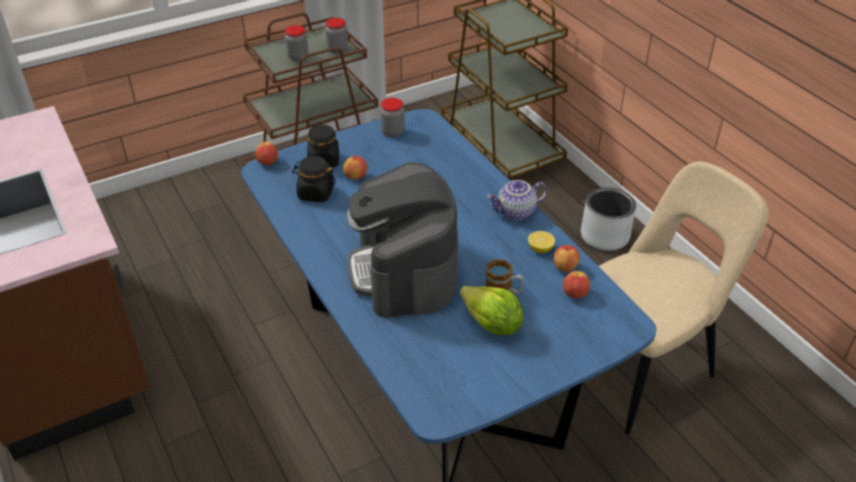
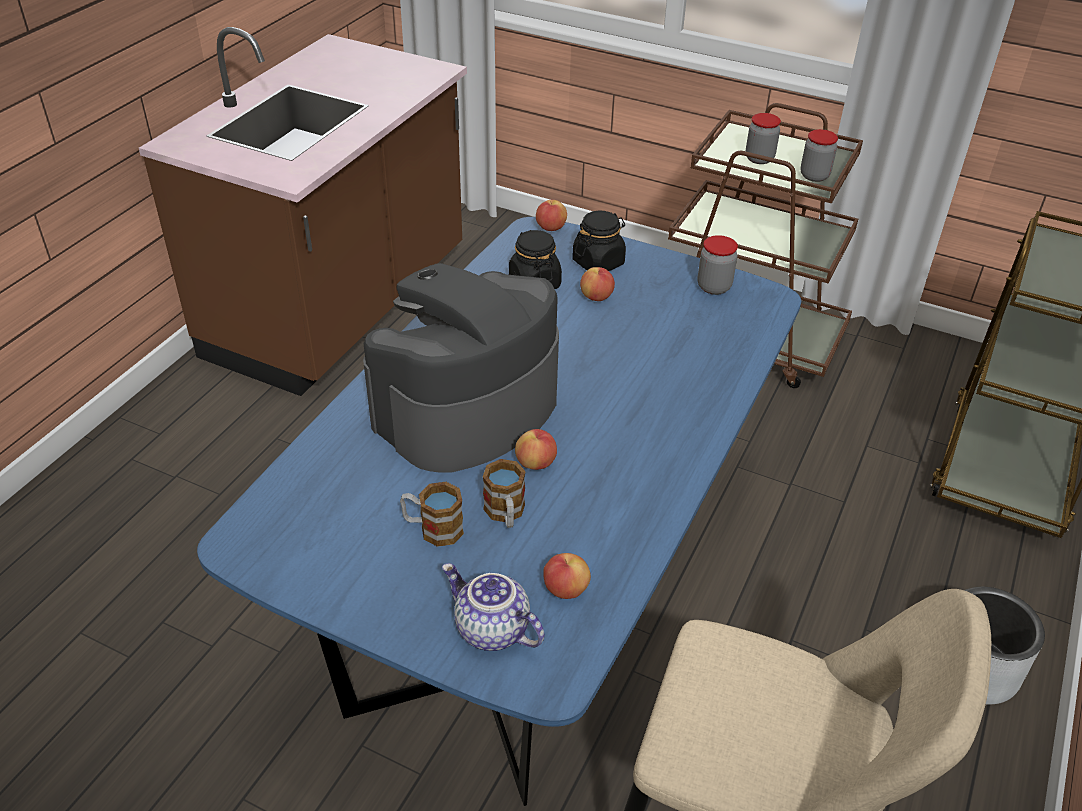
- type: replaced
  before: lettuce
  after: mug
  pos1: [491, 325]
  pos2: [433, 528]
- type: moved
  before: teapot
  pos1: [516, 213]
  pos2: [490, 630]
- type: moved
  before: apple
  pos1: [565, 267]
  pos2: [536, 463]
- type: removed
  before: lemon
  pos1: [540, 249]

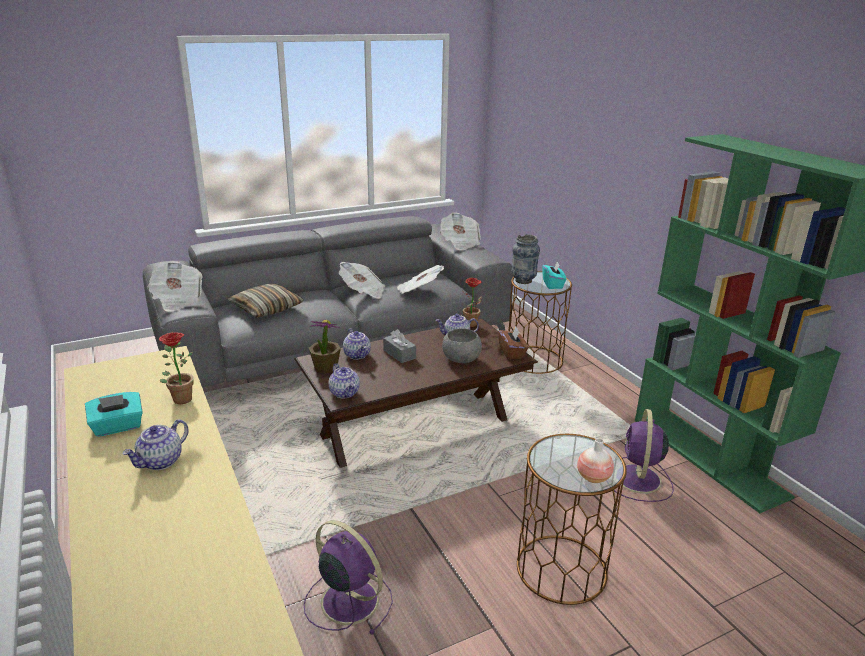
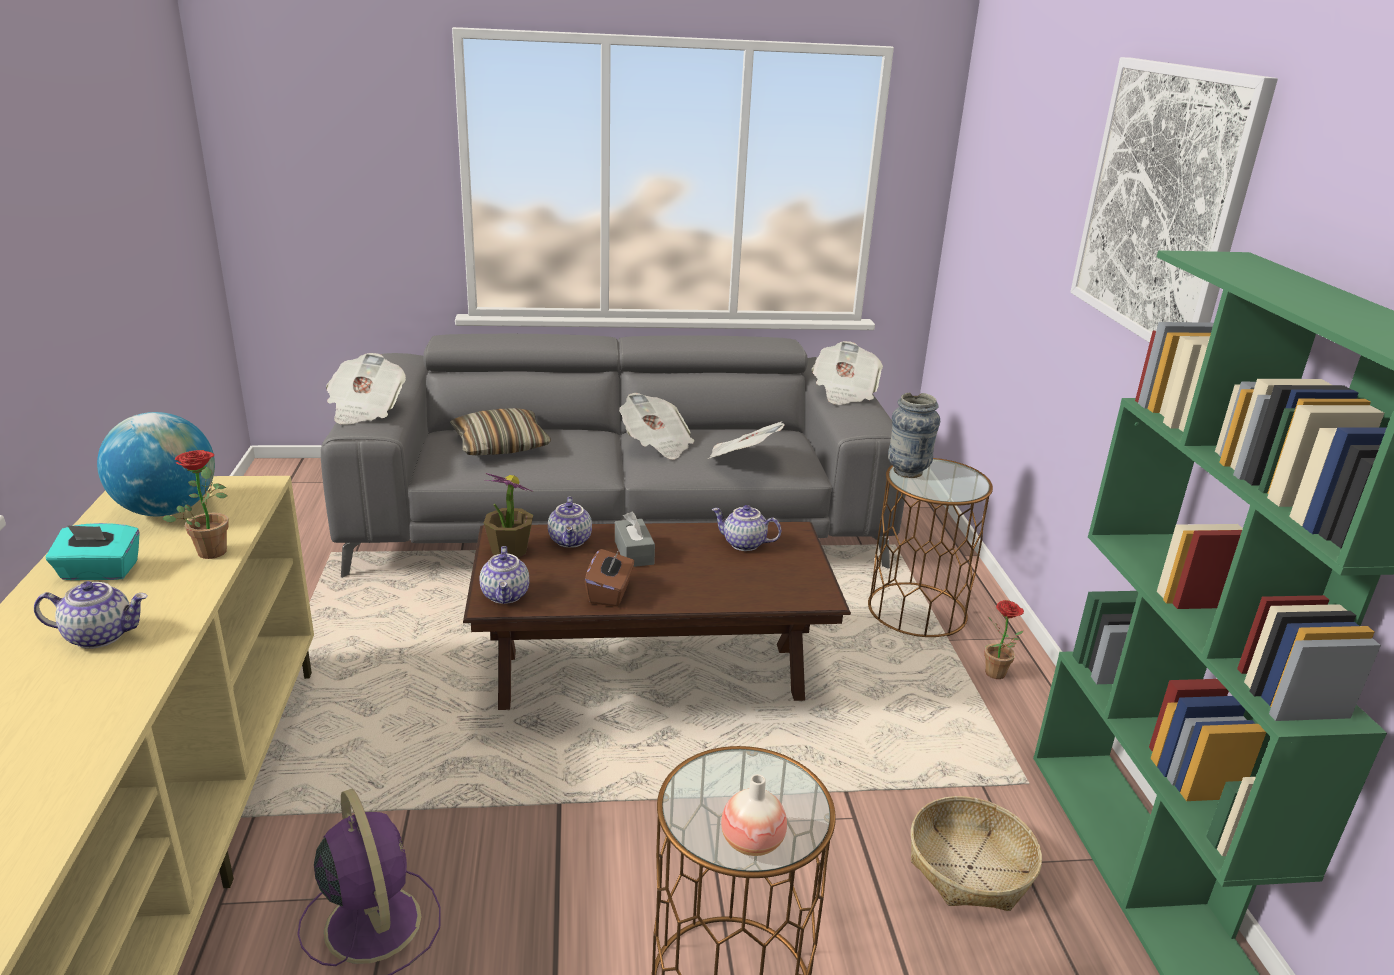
- type: turned
  before: teapot
  pos1: [161, 461]
  pos2: [101, 635]
  turn: -150
- type: added
  after: globe
  pos2: [167, 510]
- type: moved
  before: brown tissue box
  pos1: [512, 352]
  pos2: [610, 593]
- type: replaced
  before: purple fan
  after: basket
  pos1: [638, 480]
  pos2: [970, 868]
- type: moved
  before: potted plant
  pos1: [472, 325]
  pos2: [997, 676]
- type: added
  after: picture
  pos2: [1162, 203]
- type: removed
  before: grey bowl
  pos1: [461, 359]
- type: removed
  before: turquoise tissue box
  pos1: [553, 284]

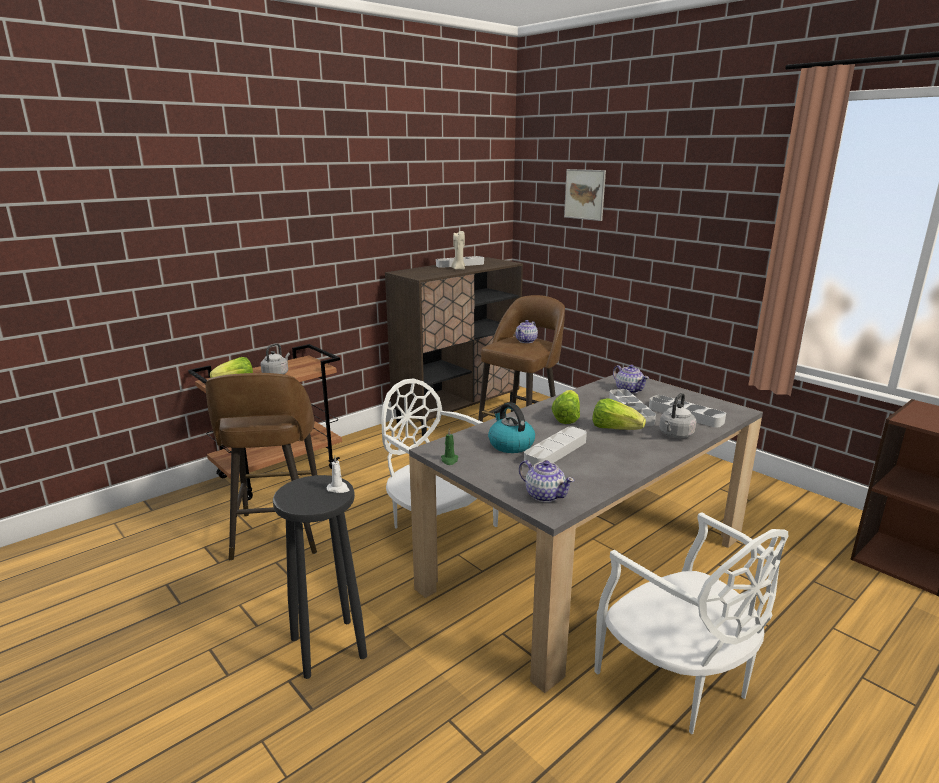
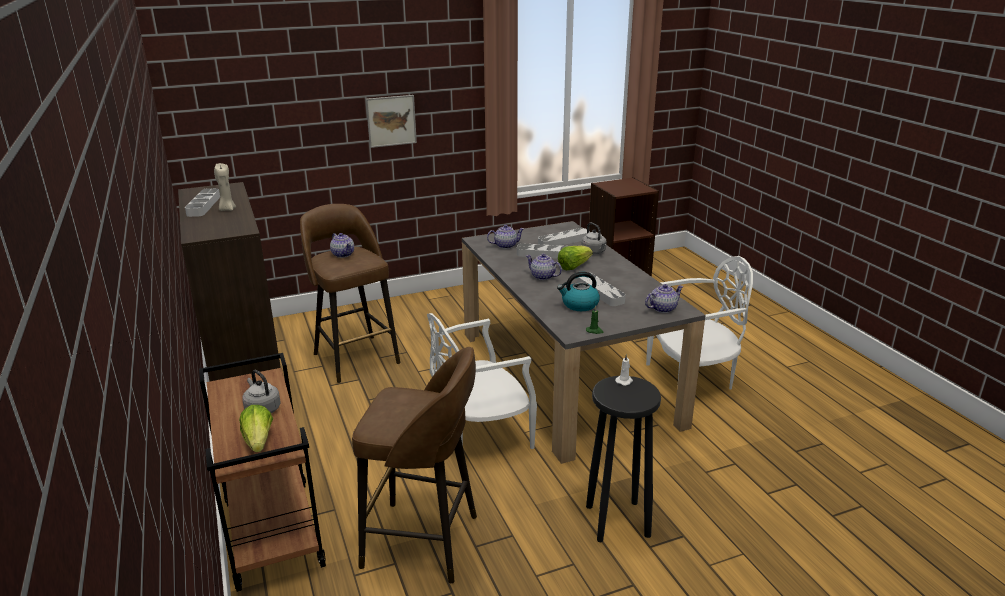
- type: moved
  before: picture
  pos1: [584, 194]
  pos2: [391, 121]
- type: replaced
  before: lettuce
  after: teapot
  pos1: [566, 418]
  pos2: [543, 277]

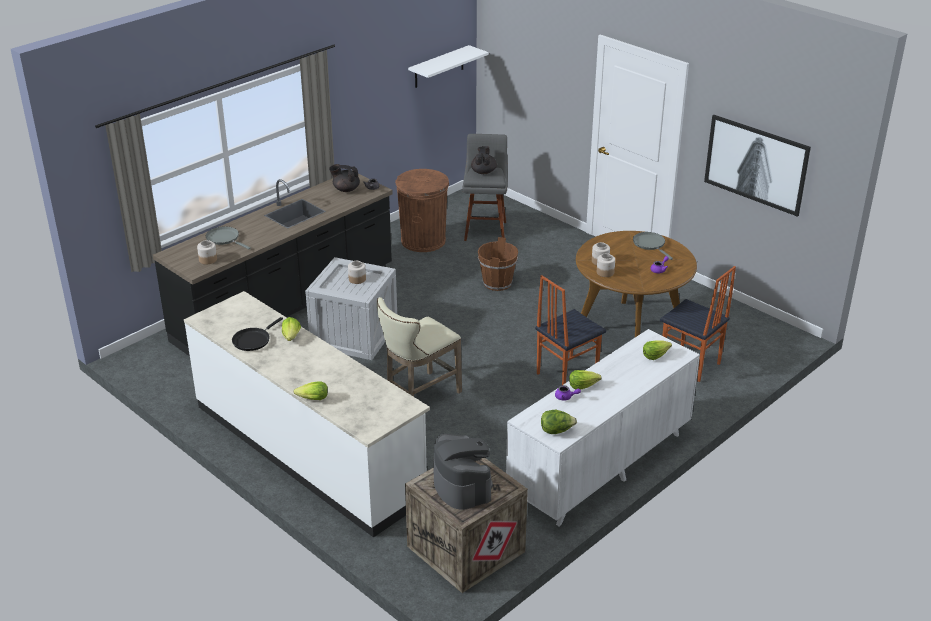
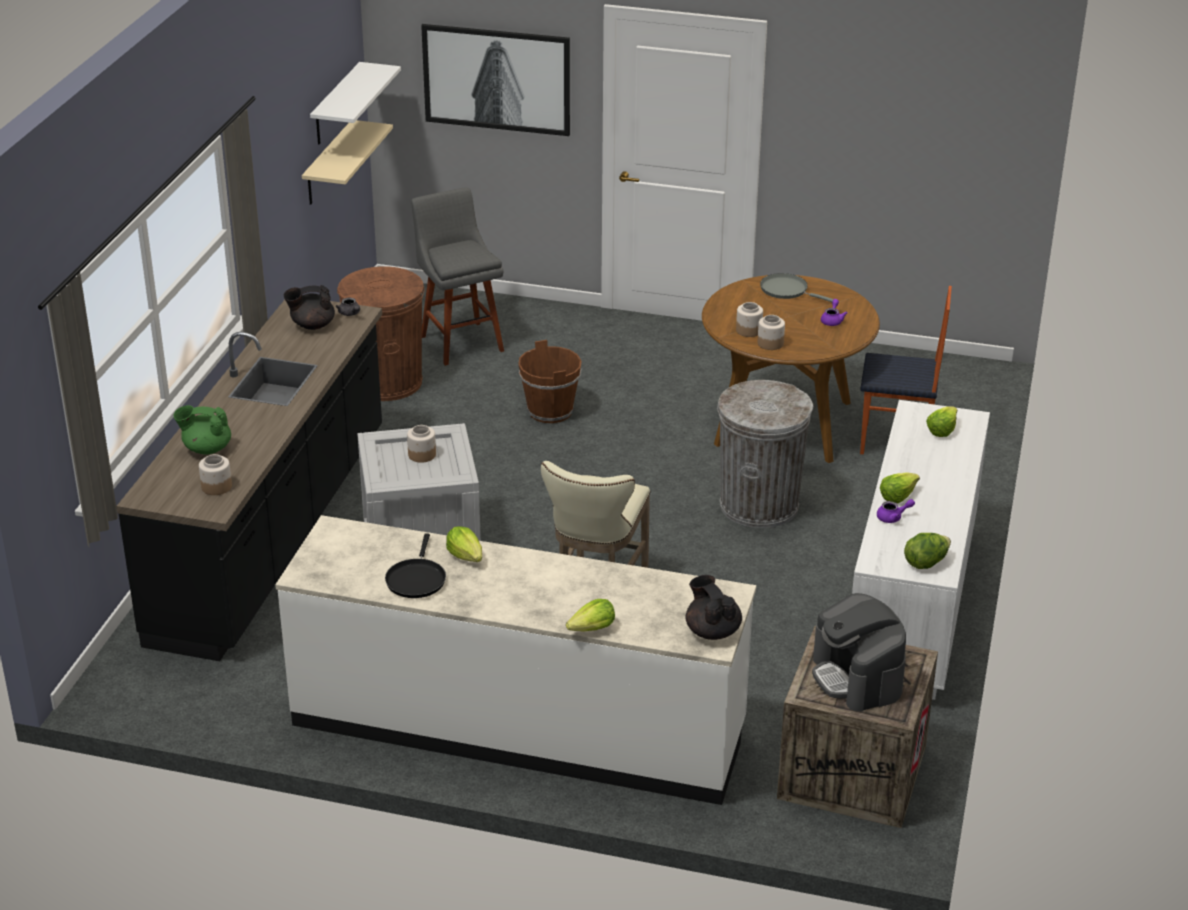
- type: replaced
  before: grey frying pan
  after: green teapot
  pos1: [224, 238]
  pos2: [206, 448]
- type: added
  after: beige shelf
  pos2: [328, 164]
- type: moved
  before: picture
  pos1: [756, 164]
  pos2: [497, 78]
- type: moved
  before: black teapot
  pos1: [483, 172]
  pos2: [712, 631]
- type: replaced
  before: chair
  after: grey trash can
  pos1: [566, 374]
  pos2: [758, 505]
- type: turned
  before: coffee machine
  pos1: [462, 485]
  pos2: [857, 677]
  turn: -150

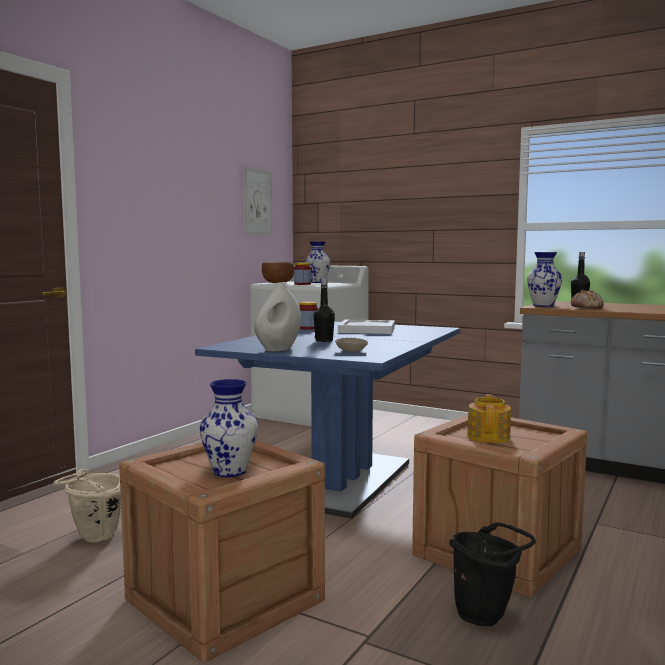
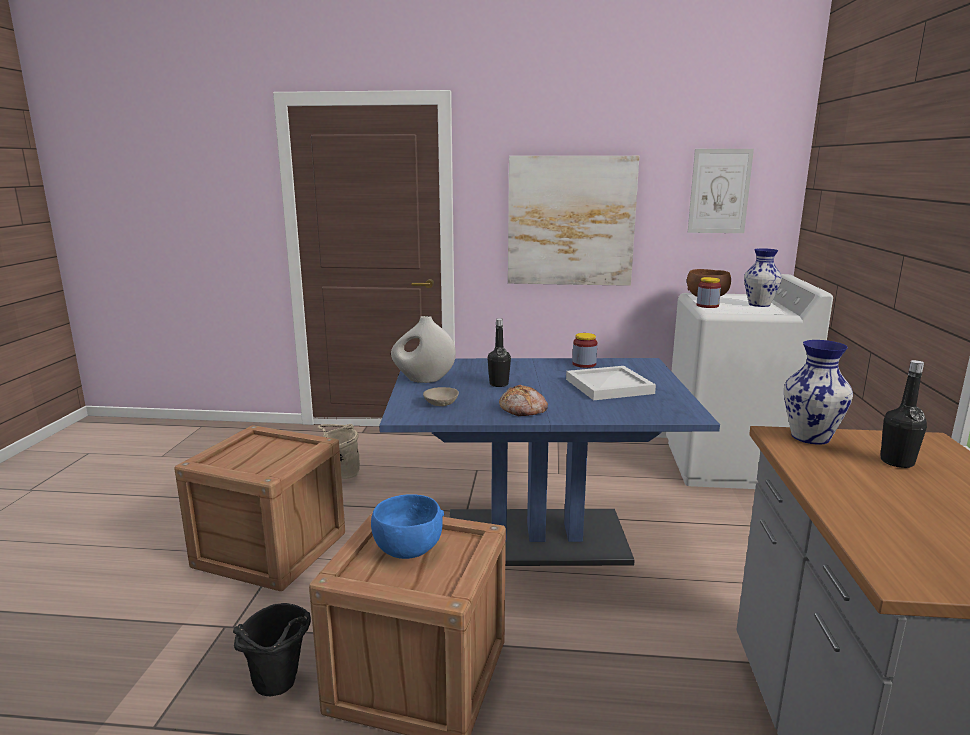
- type: replaced
  before: teapot
  after: blue bowl
  pos1: [489, 437]
  pos2: [408, 549]
- type: moved
  before: bread
  pos1: [587, 308]
  pos2: [523, 410]
- type: added
  after: picture
  pos2: [571, 221]
- type: removed
  before: vase
  pos1: [229, 472]

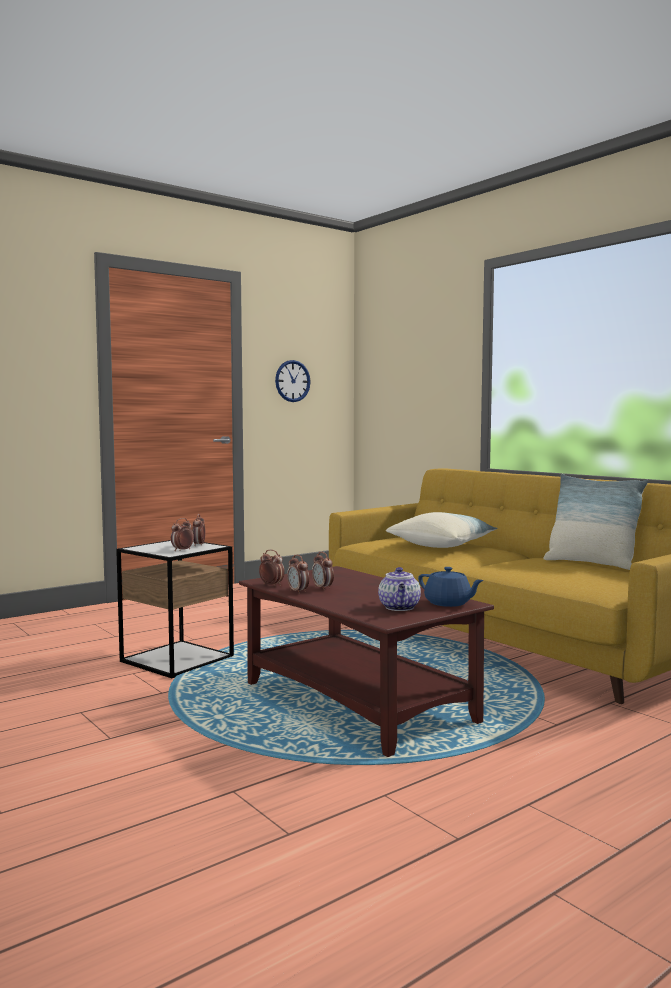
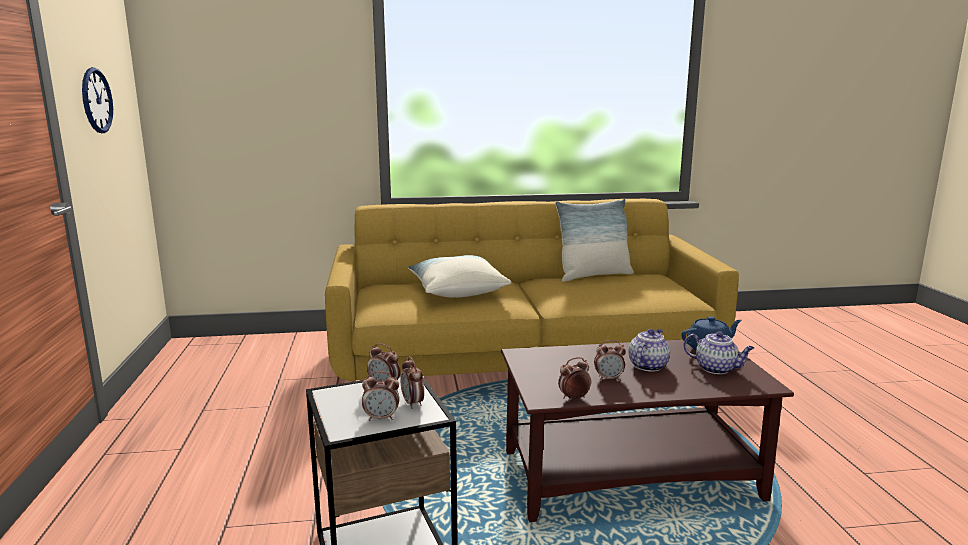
- type: moved
  before: alarm clock
  pos1: [298, 592]
  pos2: [381, 418]
- type: added
  after: teapot
  pos2: [648, 365]

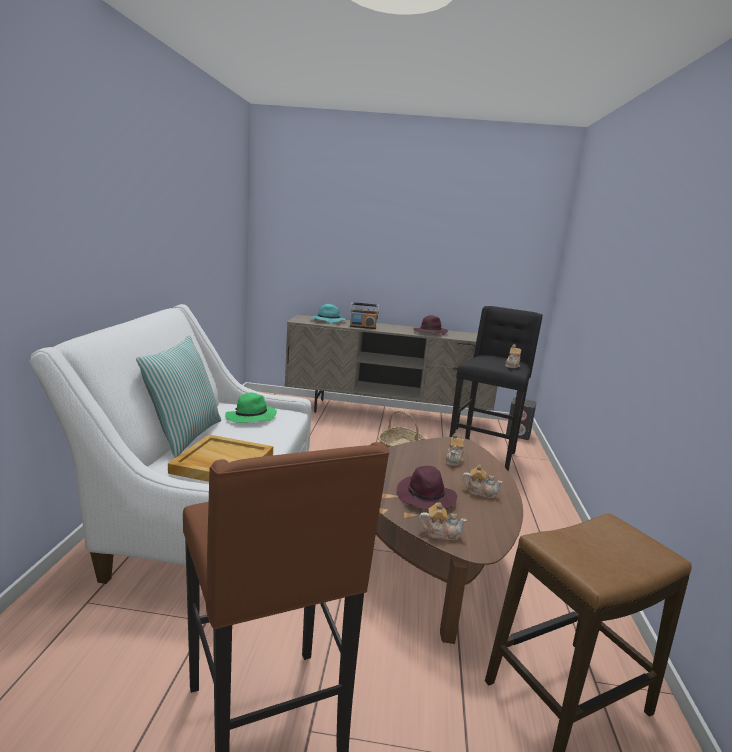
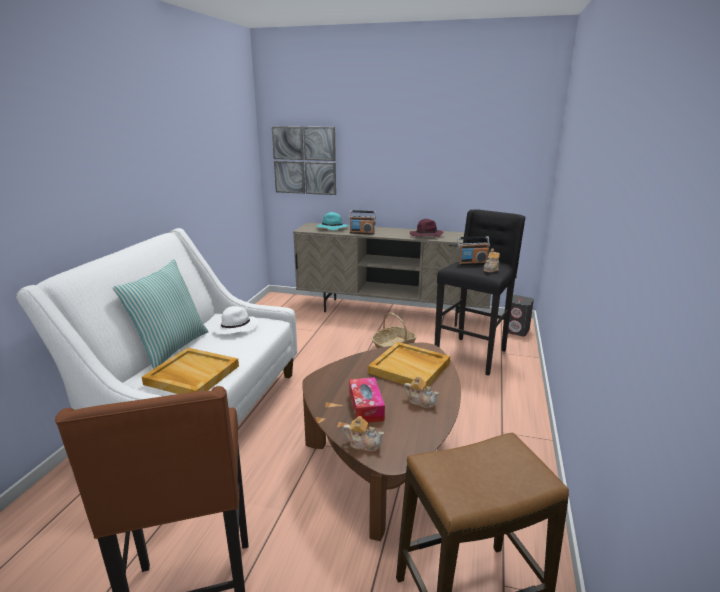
- type: recoloured
  before: green hat
  after: white hat
  pos1: [250, 418]
  pos2: [235, 328]
- type: added
  after: picture
  pos2: [304, 160]
- type: replaced
  before: purple hat
  after: tissue box
  pos1: [426, 497]
  pos2: [366, 406]
- type: replaced
  before: teapot
  after: beige tray
  pos1: [454, 460]
  pos2: [410, 368]
- type: added
  after: radio
  pos2: [472, 263]

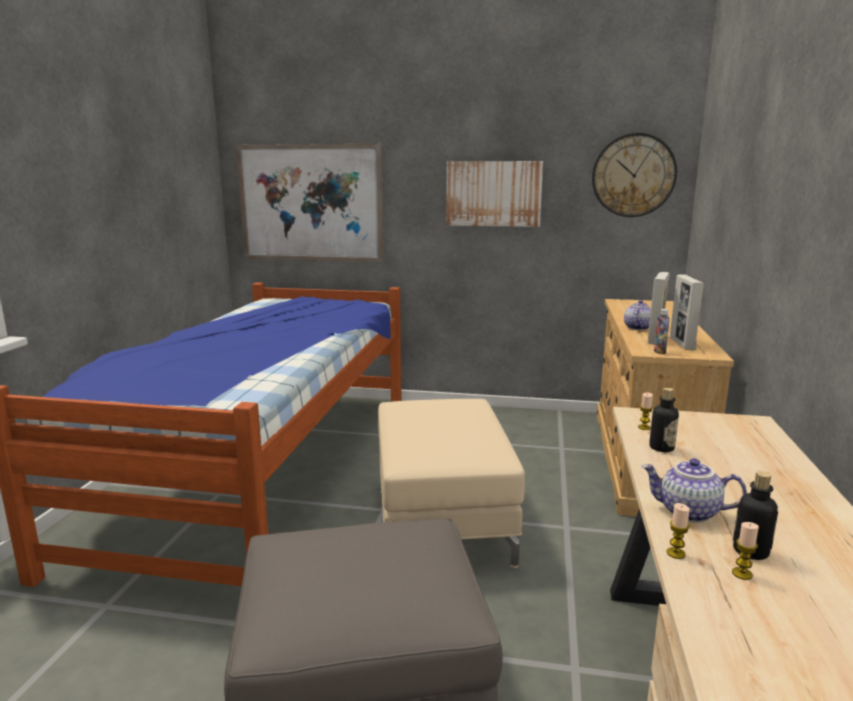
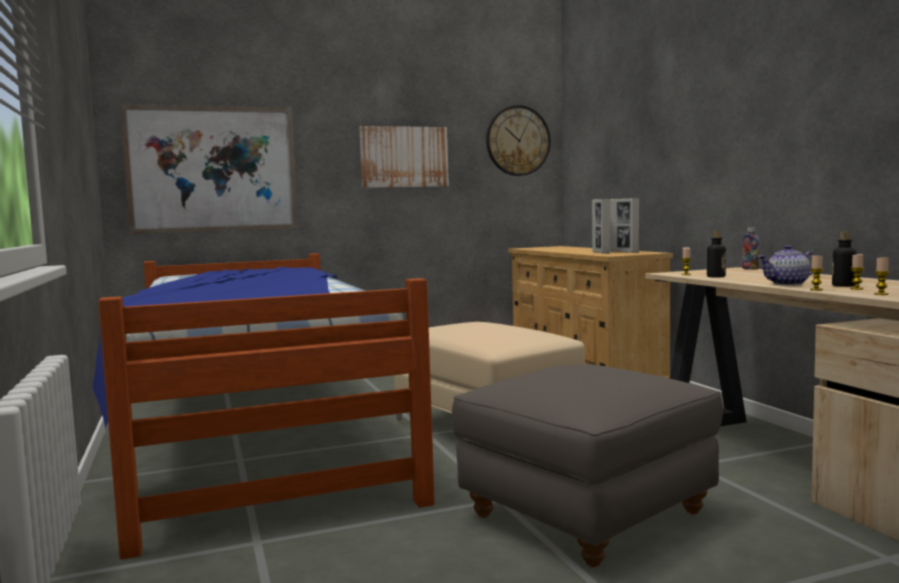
- type: moved
  before: bottle
  pos1: [659, 352]
  pos2: [750, 269]
- type: added
  after: candle
  pos2: [881, 294]
- type: removed
  before: teapot
  pos1: [637, 328]

